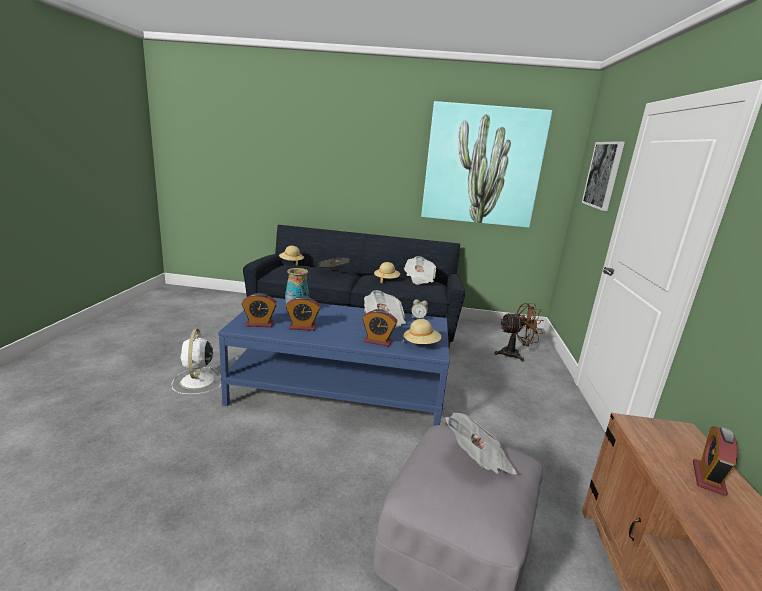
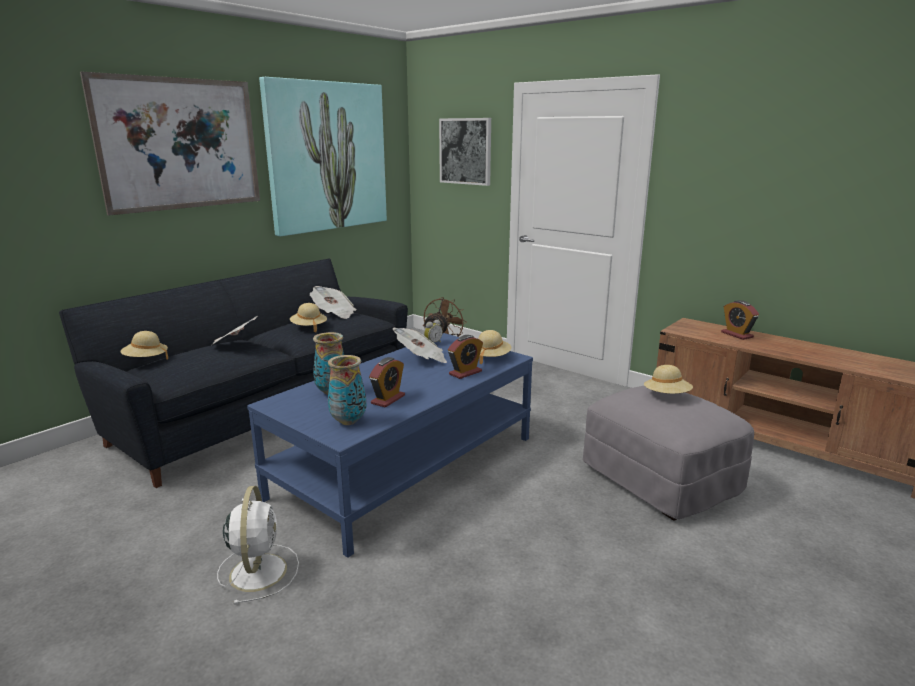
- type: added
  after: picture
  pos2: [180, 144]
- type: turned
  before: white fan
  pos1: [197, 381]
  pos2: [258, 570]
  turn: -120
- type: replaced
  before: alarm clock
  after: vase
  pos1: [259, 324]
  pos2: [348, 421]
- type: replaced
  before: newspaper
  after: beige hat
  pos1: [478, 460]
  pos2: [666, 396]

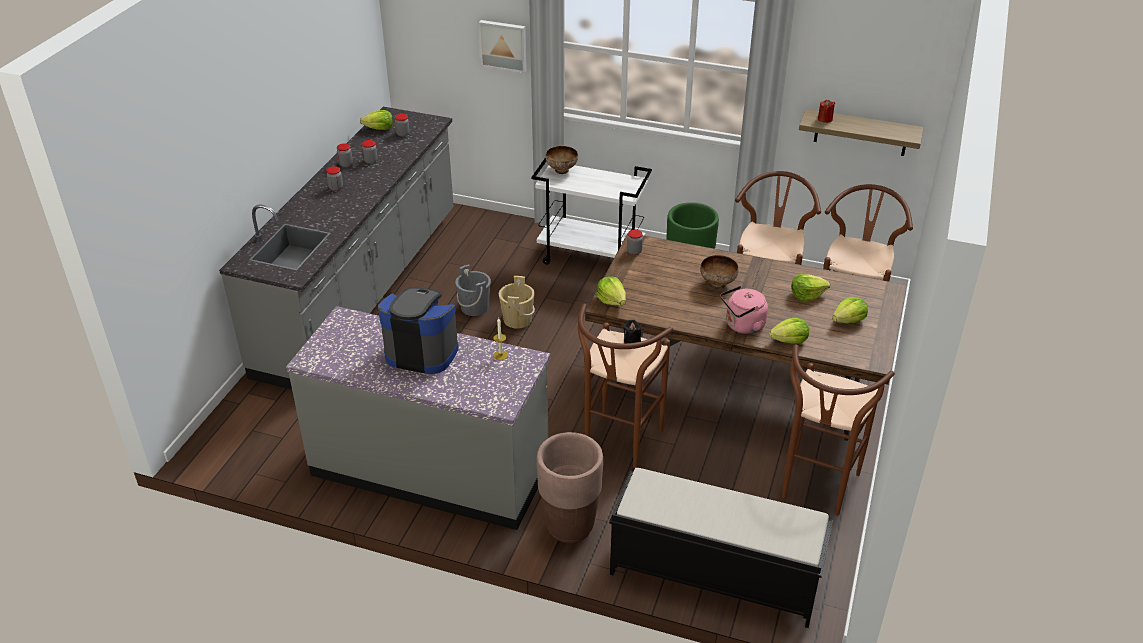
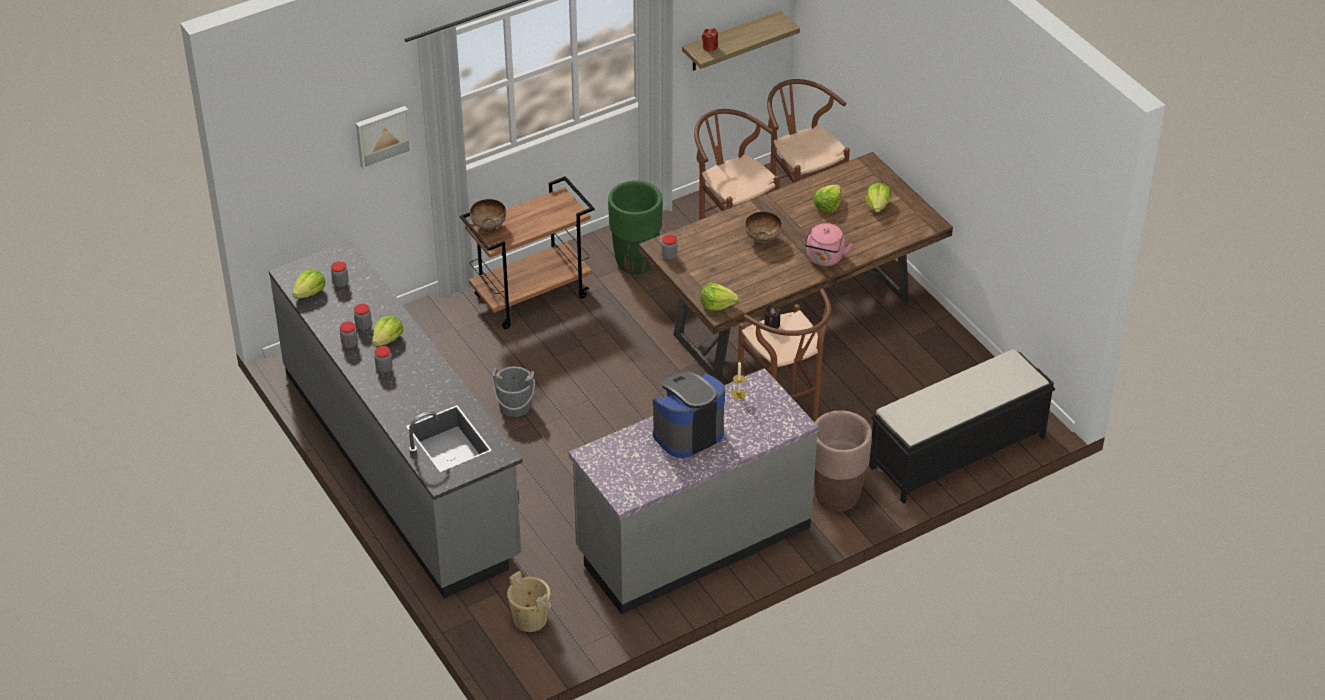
- type: moved
  before: lettuce
  pos1: [789, 341]
  pos2: [387, 339]
- type: recoloured
  before: white cart
  after: brown cart
  pos1: [592, 257]
  pos2: [532, 296]
- type: moved
  before: beige bucket
  pos1: [517, 320]
  pos2: [530, 619]
- type: removed
  before: brown stool
  pos1: [816, 490]

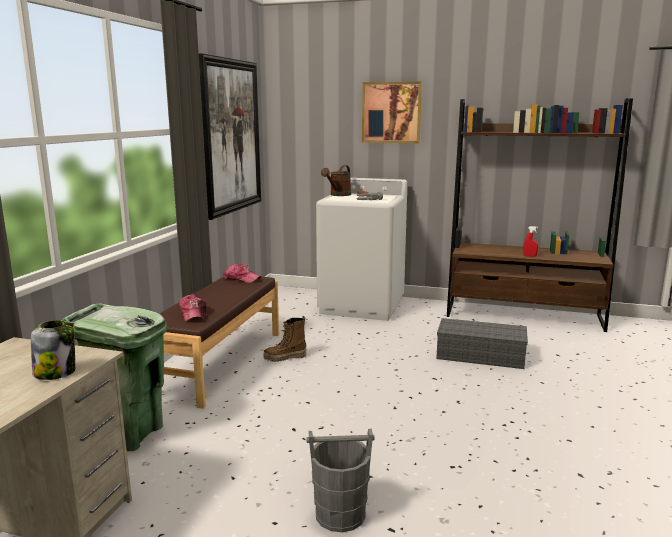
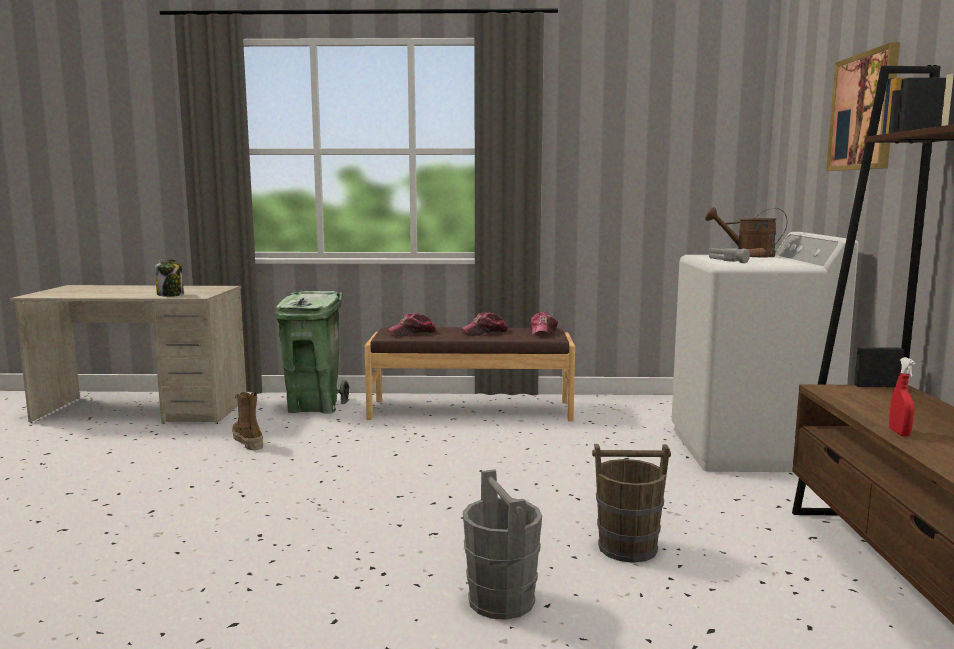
- type: moved
  before: boot
  pos1: [285, 358]
  pos2: [247, 442]
- type: added
  after: cap
  pos2: [484, 332]
- type: moved
  before: grey bucket
  pos1: [339, 514]
  pos2: [501, 600]
- type: replaced
  before: grey storage box
  after: brown bucket
  pos1: [481, 355]
  pos2: [628, 548]
- type: removed
  before: picture
  pos1: [229, 136]

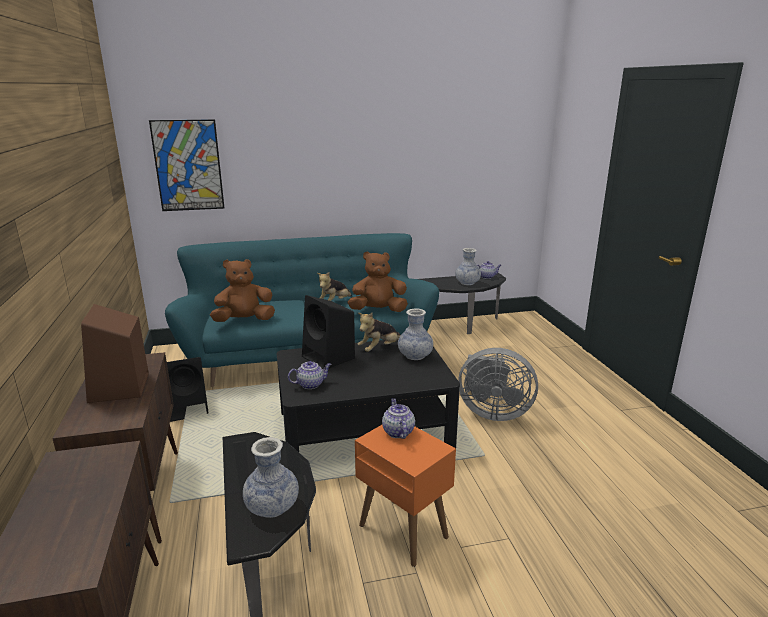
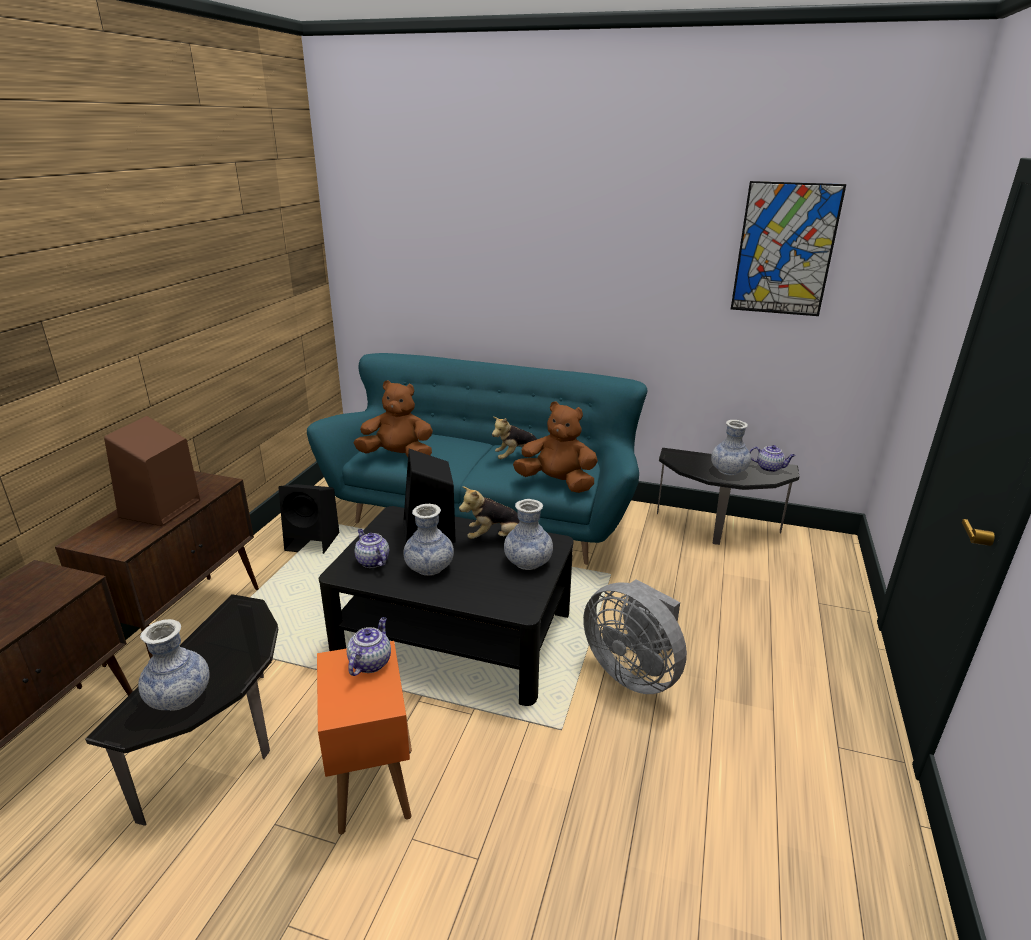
- type: turned
  before: teapot
  pos1: [311, 384]
  pos2: [372, 561]
  turn: -135
- type: added
  after: vase
  pos2: [429, 568]
- type: moved
  before: picture
  pos1: [188, 166]
  pos2: [785, 250]

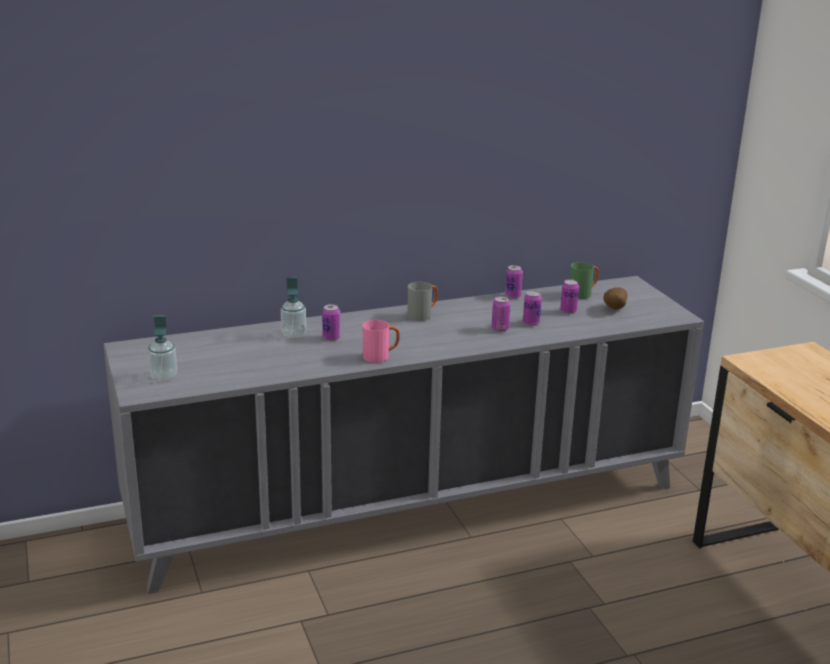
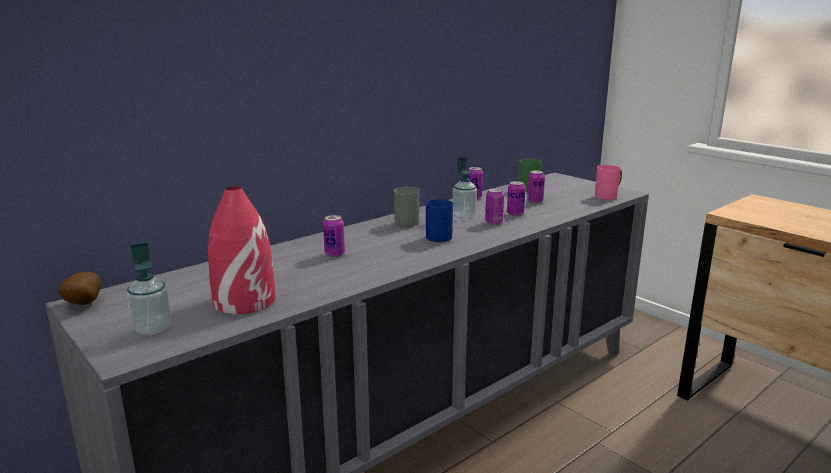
- type: moved
  before: potato
  pos1: [613, 309]
  pos2: [82, 305]
- type: added
  after: red vase
  pos2: [244, 301]
- type: added
  after: blue mug
  pos2: [439, 236]
- type: moved
  before: soap dispenser
  pos1: [293, 334]
  pos2: [464, 215]
- type: moved
  before: pink mug
  pos1: [381, 357]
  pos2: [608, 196]

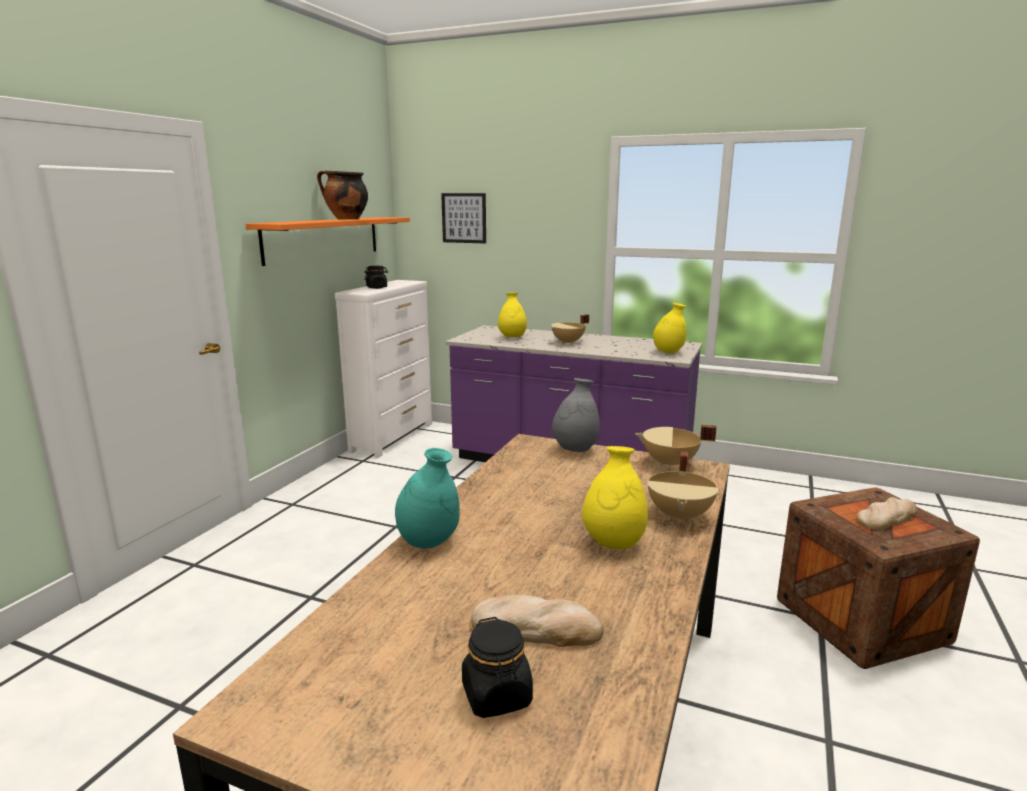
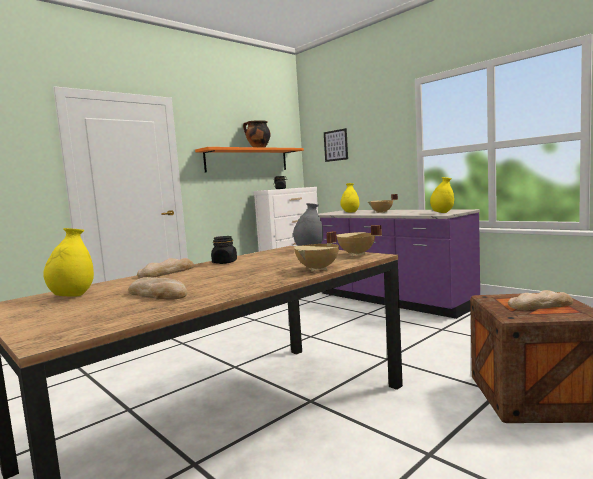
- type: moved
  before: yellow vase
  pos1: [613, 543]
  pos2: [72, 296]
- type: replaced
  before: turquoise vase
  after: bread
  pos1: [428, 542]
  pos2: [167, 272]
- type: moved
  before: black jar
  pos1: [497, 696]
  pos2: [224, 262]

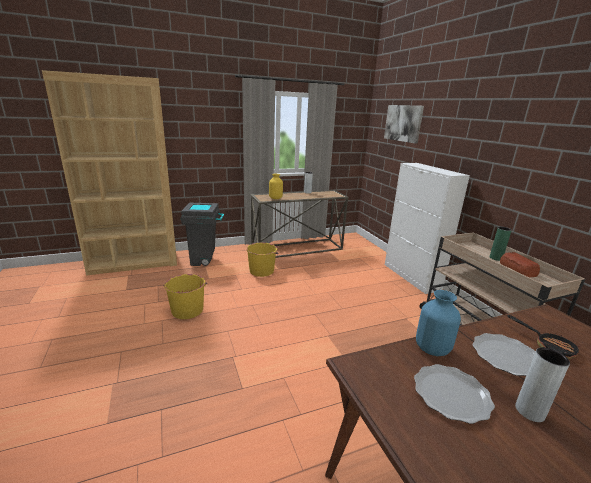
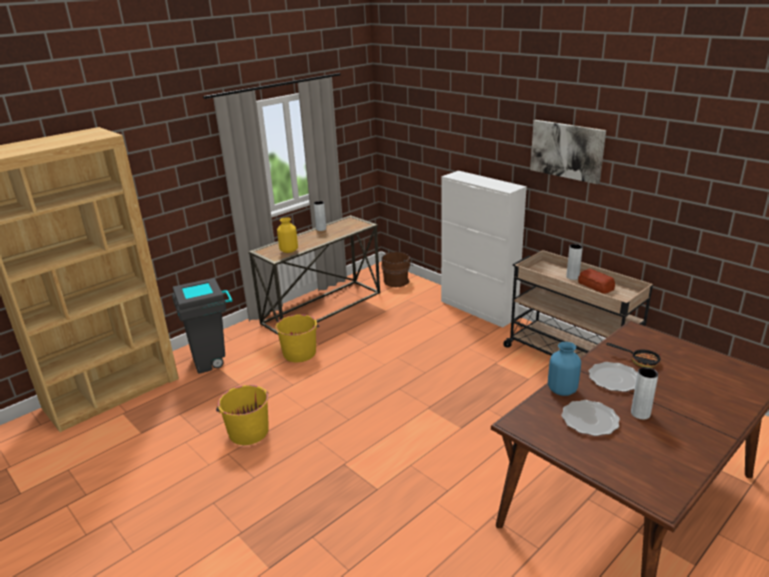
- type: added
  after: brown bucket
  pos2: [397, 281]
- type: moved
  before: picture
  pos1: [403, 123]
  pos2: [567, 150]
- type: recoloured
  before: green vase
  after: grey vase
  pos1: [495, 258]
  pos2: [572, 277]

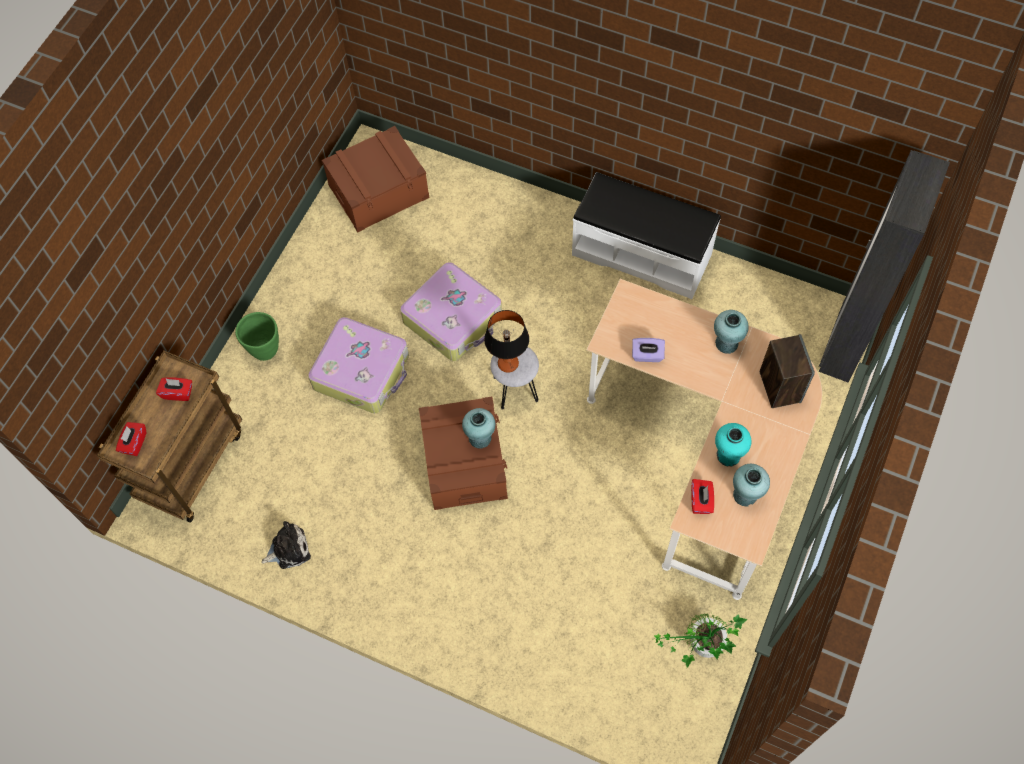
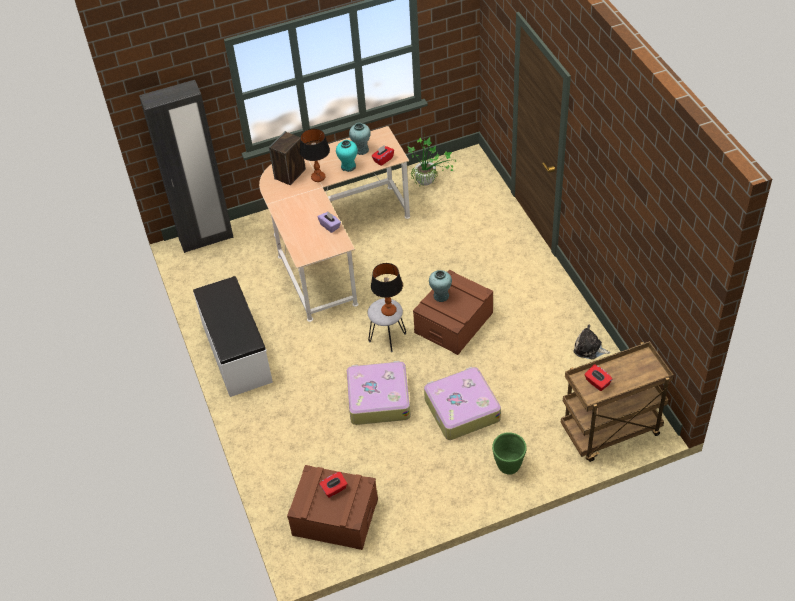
- type: added
  after: table lamp
  pos2: [318, 177]
- type: moved
  before: red tissue box
  pos1: [134, 443]
  pos2: [334, 489]
- type: removed
  before: turquoise vase
  pos1: [726, 343]

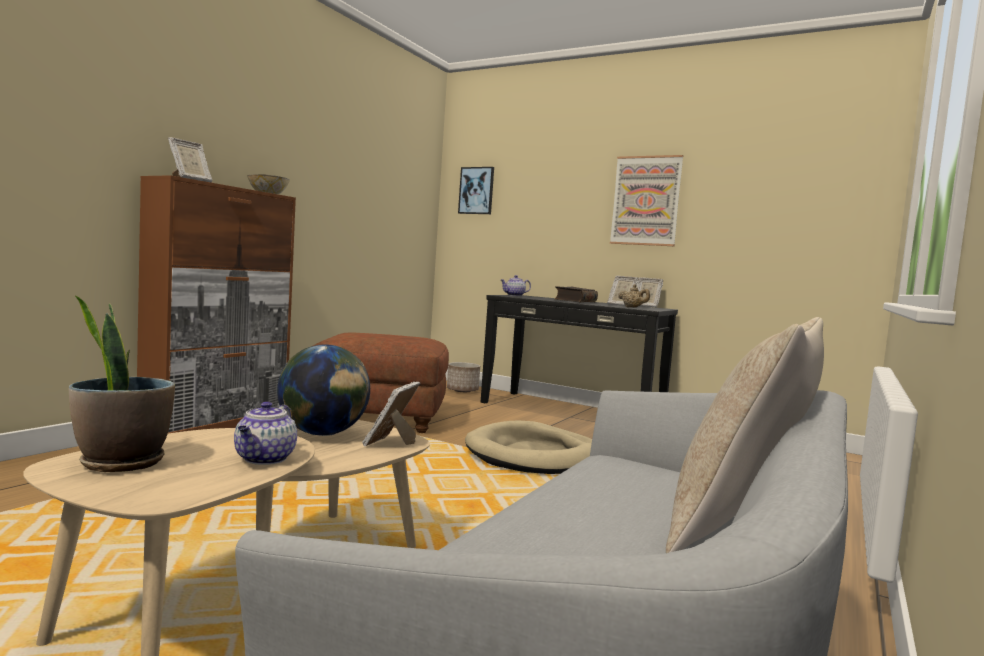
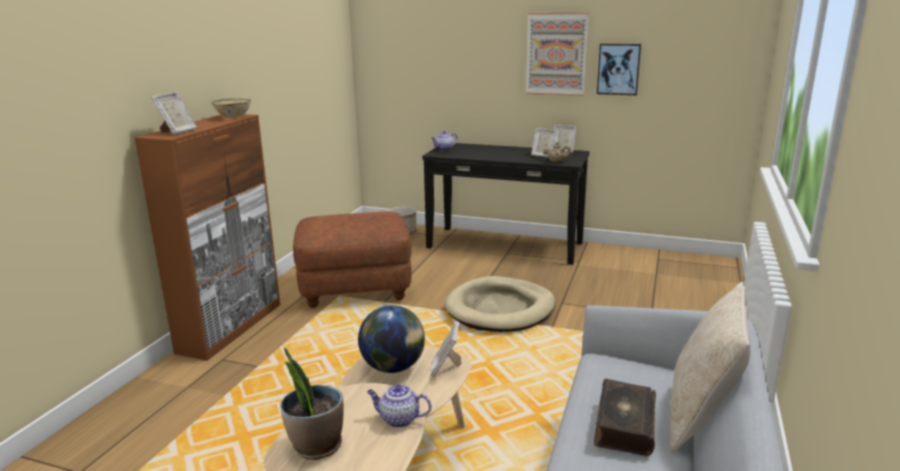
- type: turned
  before: teapot
  pos1: [265, 459]
  pos2: [398, 419]
  turn: 105
- type: moved
  before: book
  pos1: [574, 301]
  pos2: [623, 426]
- type: moved
  before: picture
  pos1: [476, 190]
  pos2: [618, 69]

